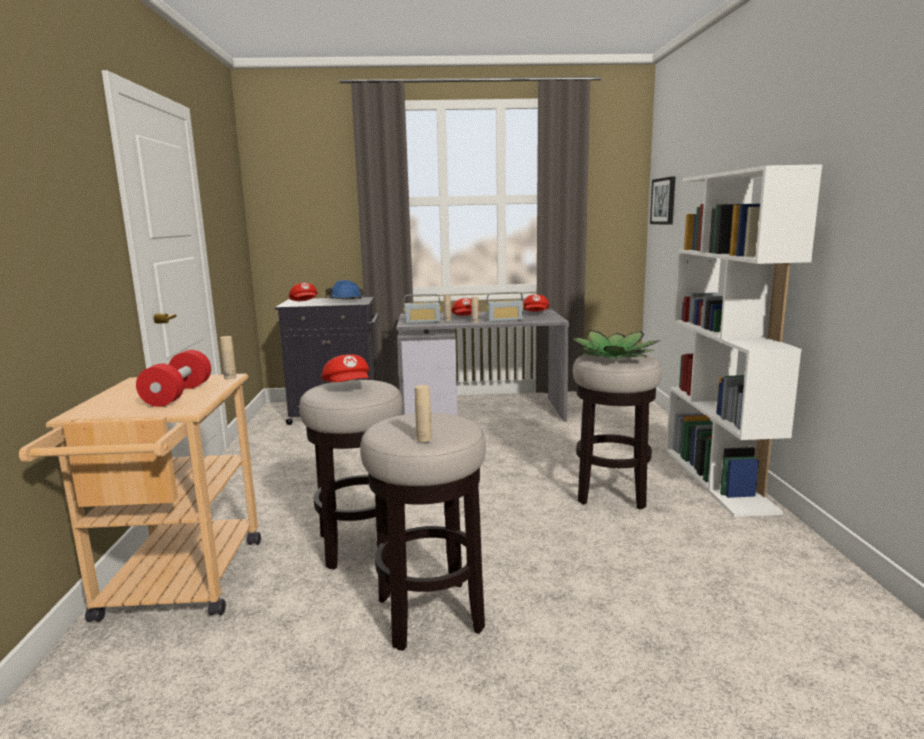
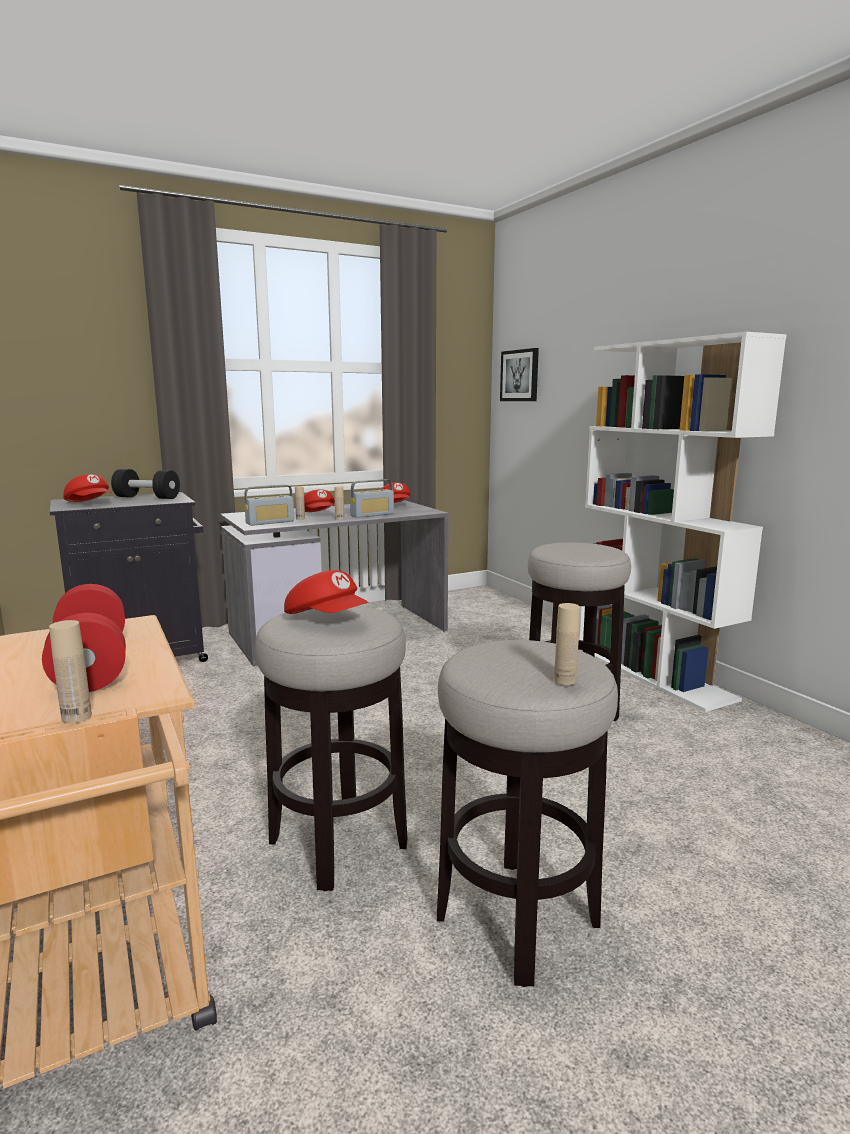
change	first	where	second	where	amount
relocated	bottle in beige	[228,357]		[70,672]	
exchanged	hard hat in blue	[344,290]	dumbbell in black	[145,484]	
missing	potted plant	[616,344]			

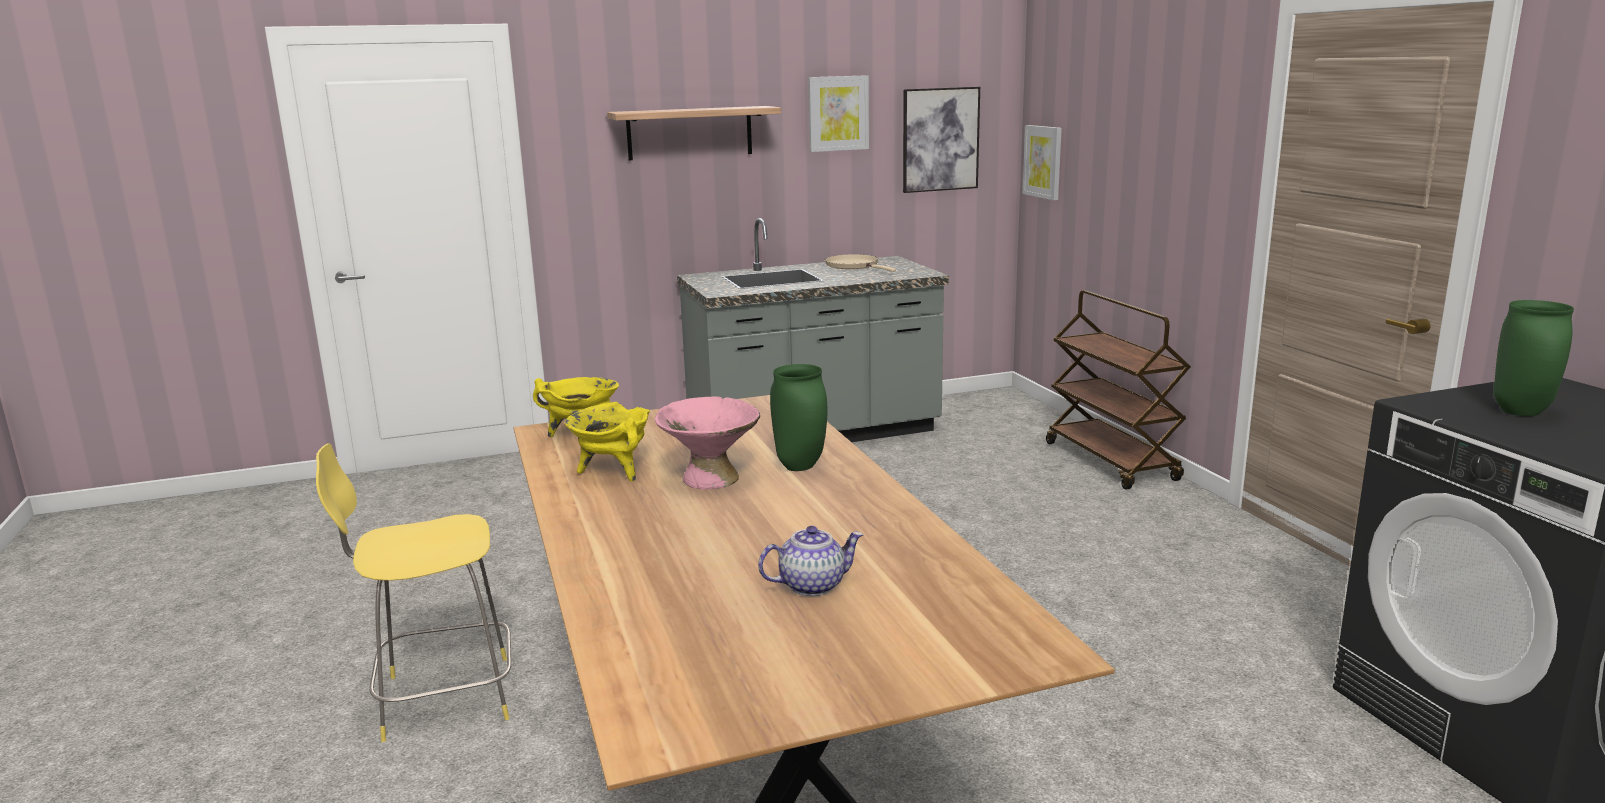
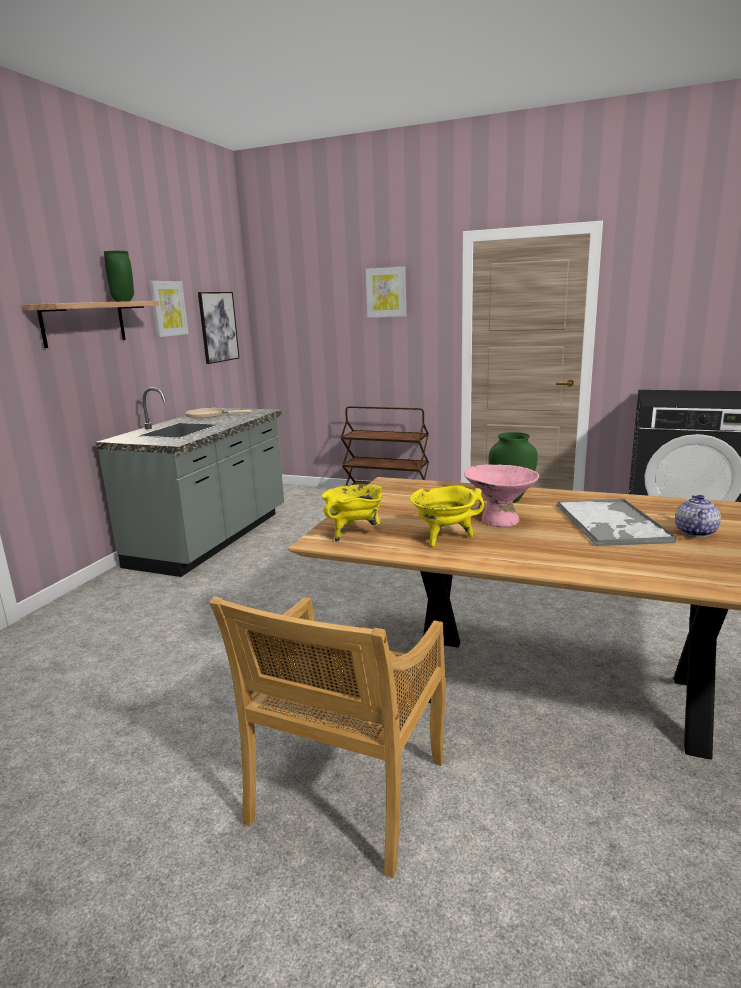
change	first	where	second	where	amount
relocated	vase in green	[1534,358]		[119,276]	
exchanged	stool in yellow	[413,592]	chair in beige	[327,737]	
relocated	picture	[1042,162]		[386,292]	
appeared			tray	[616,522]	

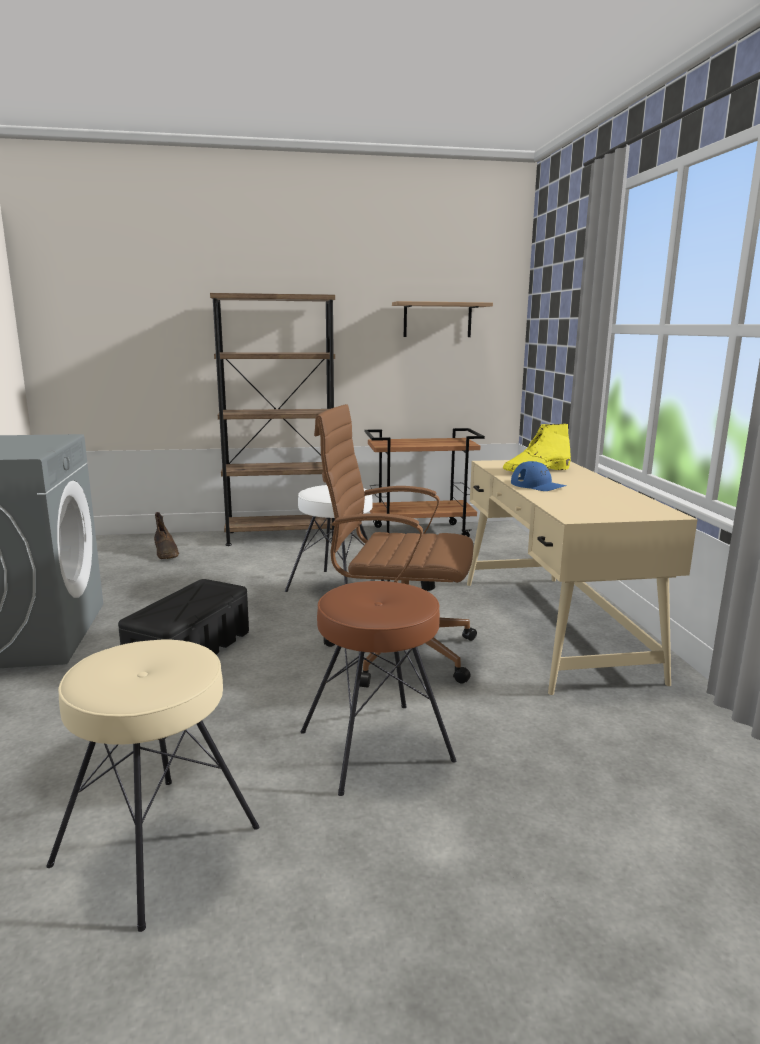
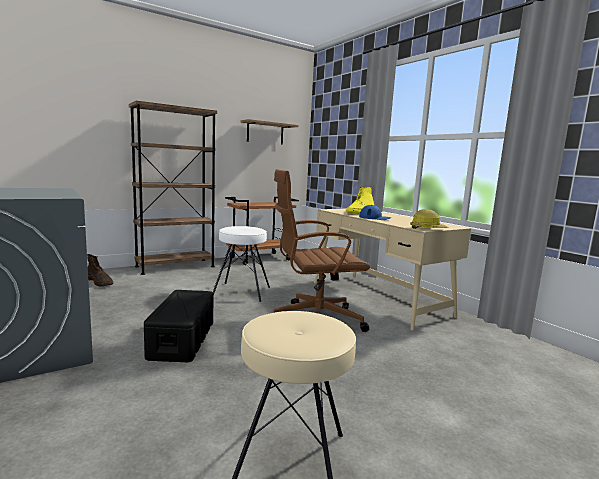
change	first	where	second	where	amount
appeared			hard hat	[429,219]	
missing	stool in brown	[378,688]			

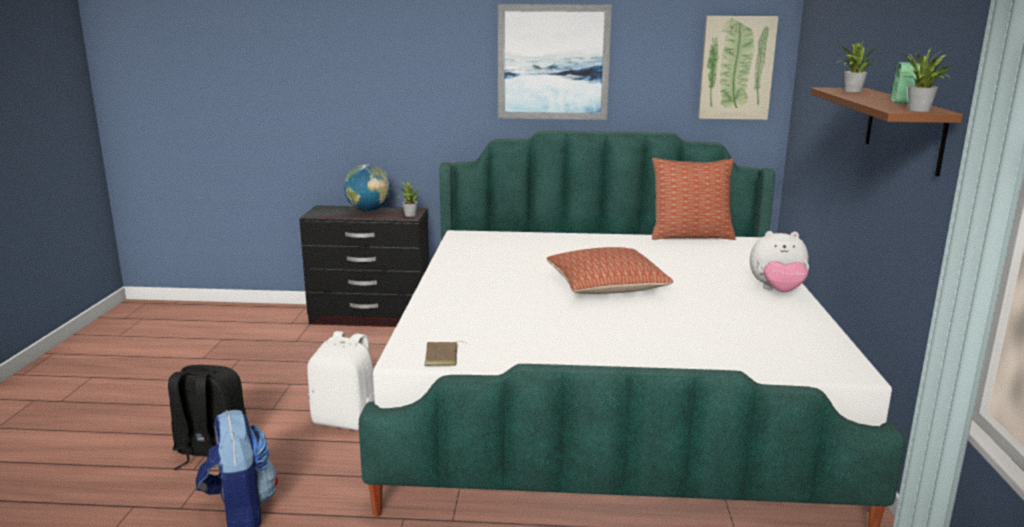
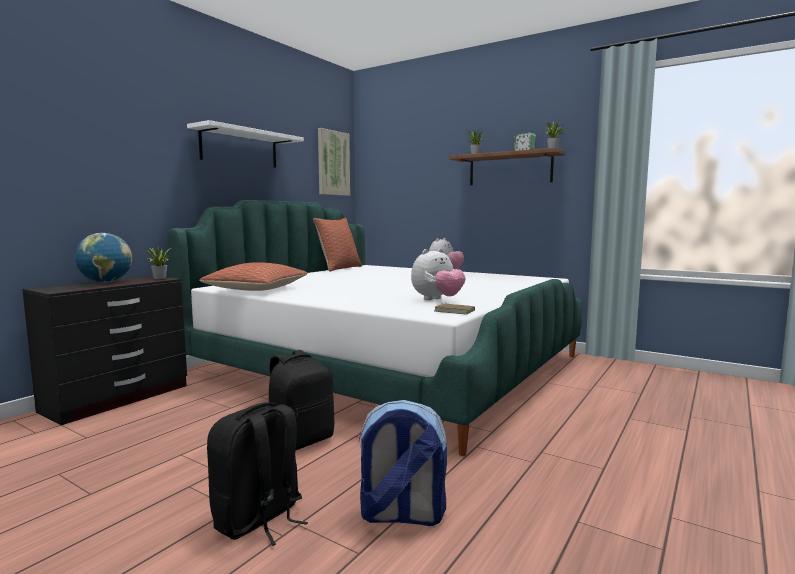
change	first	where	second	where	amount
exchanged	picture	[555,62]	shelf in white	[245,144]	
relocated	pillow	[610,270]		[253,276]	
colour	backpack in white	[340,380]	backpack in black	[301,400]	
appeared			plush toy	[438,274]	

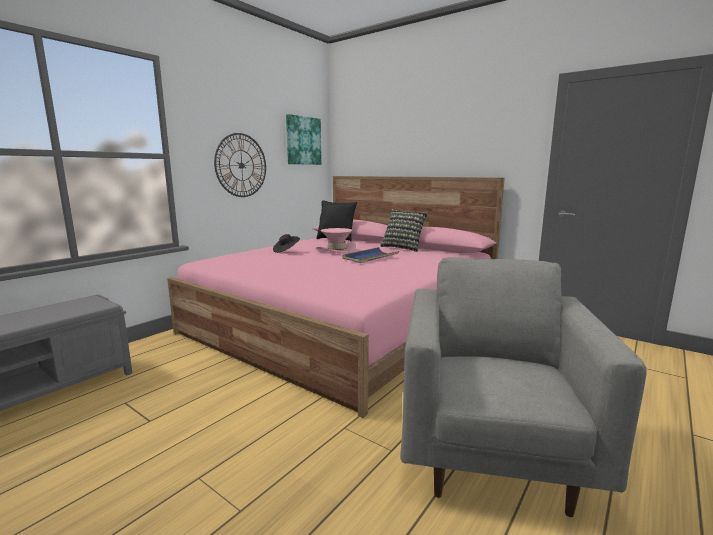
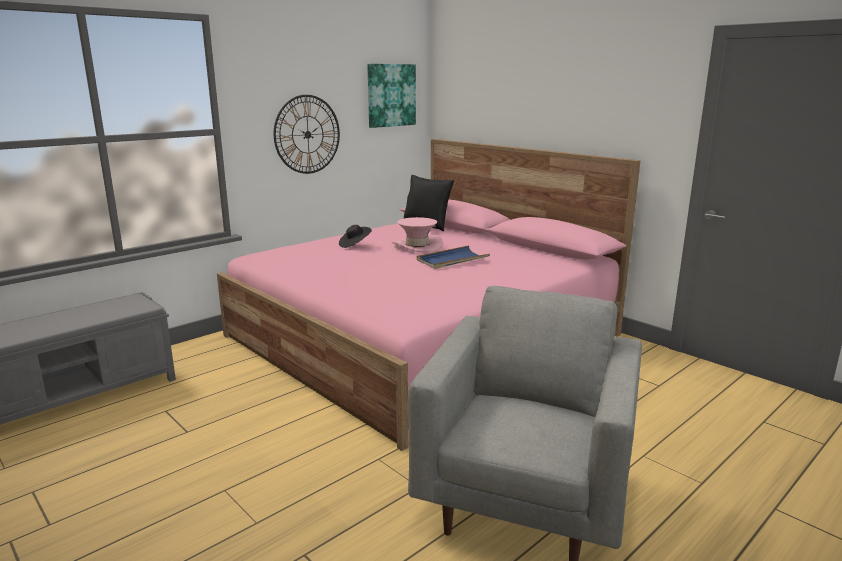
change	first	where	second	where	amount
missing	pillow	[404,230]			

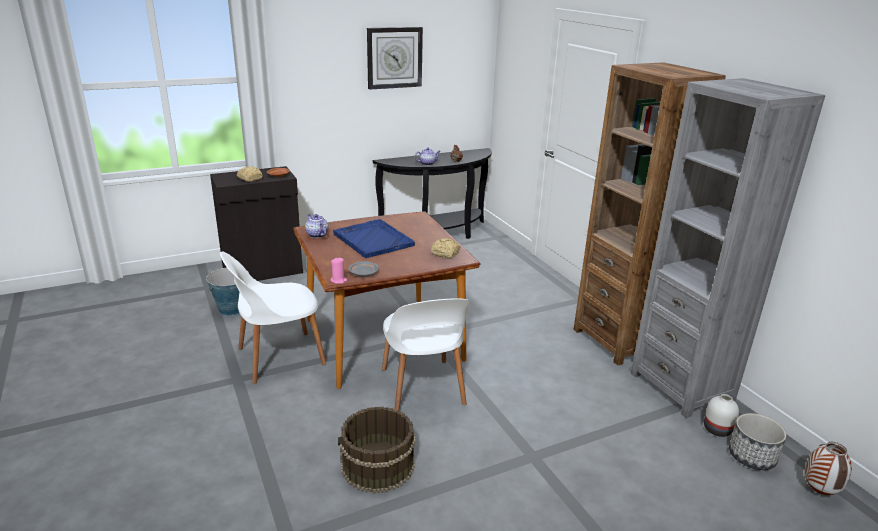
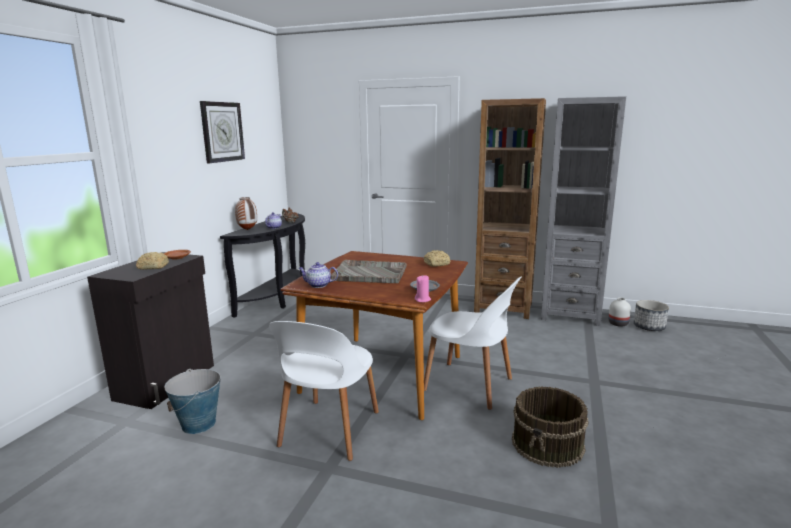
change	first	where	second	where	amount
relocated	vase	[828,468]		[246,213]	
colour	tray in blue	[374,238]	tray in grey	[369,271]	

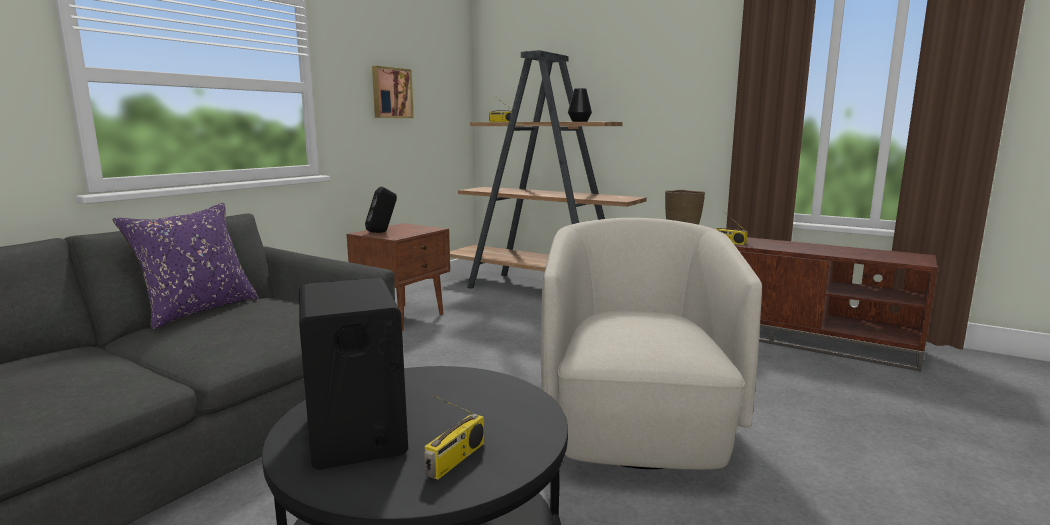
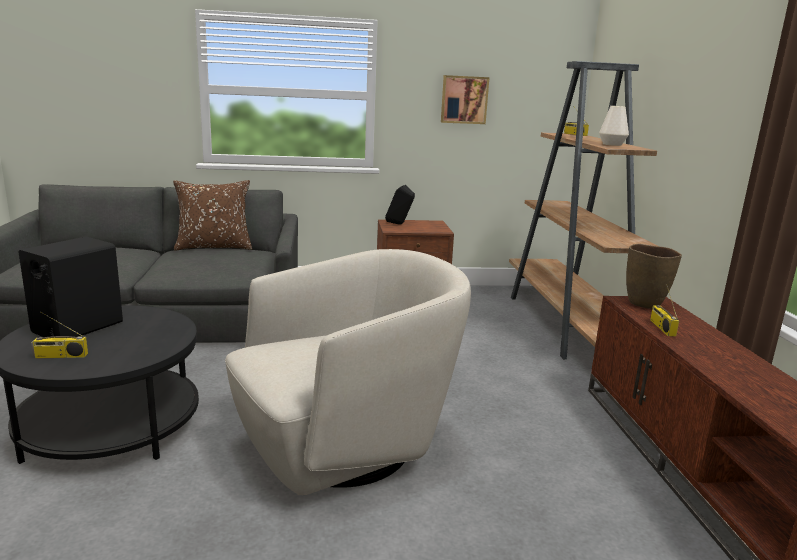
change	first	where	second	where	amount
colour	pillow in purple	[186,266]	pillow in brown	[212,215]	
colour	vase in black	[580,105]	vase in white	[614,126]	

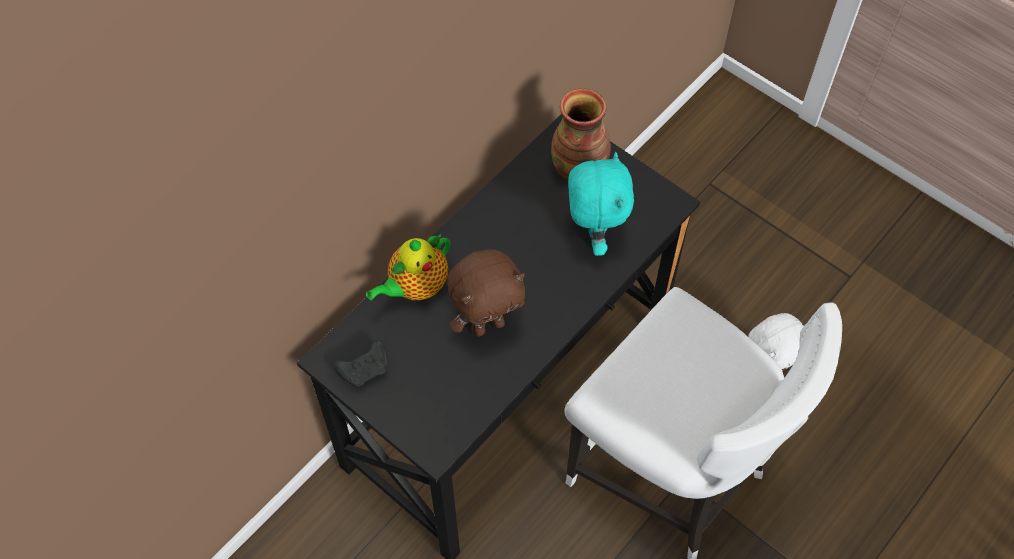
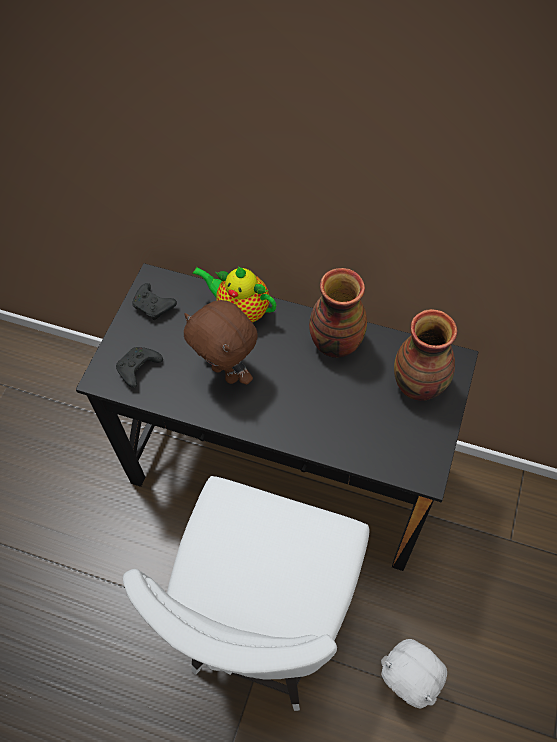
change	first	where	second	where	amount
appeared			game controller in black	[139,367]	
appeared			vase	[338,313]	
missing	plush toy in turquoise	[601,204]			

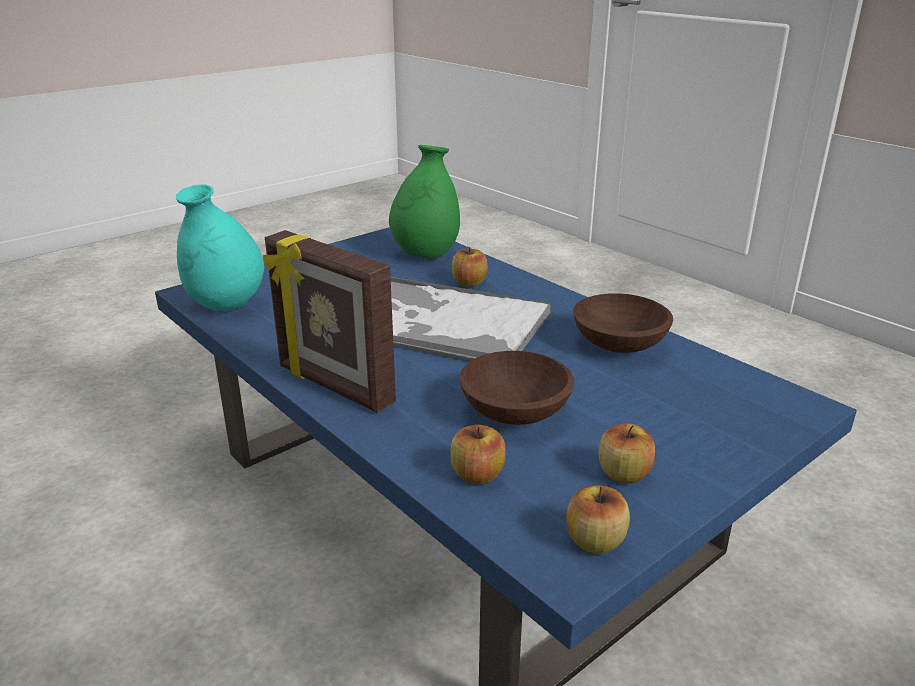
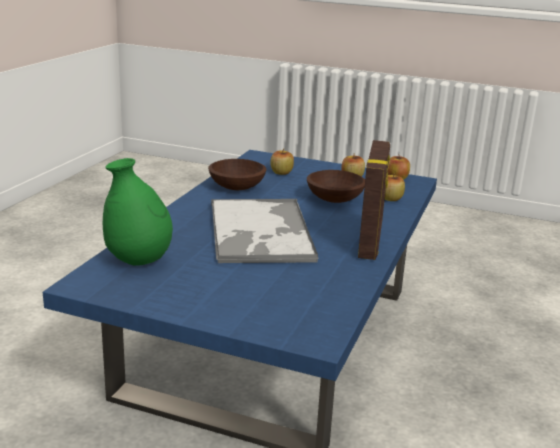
change	first	where	second	where	amount
relocated	apple	[470,266]		[282,162]	
missing	vase in turquoise	[220,247]			

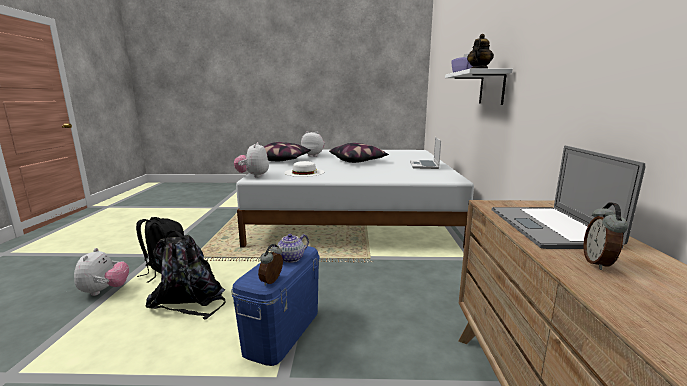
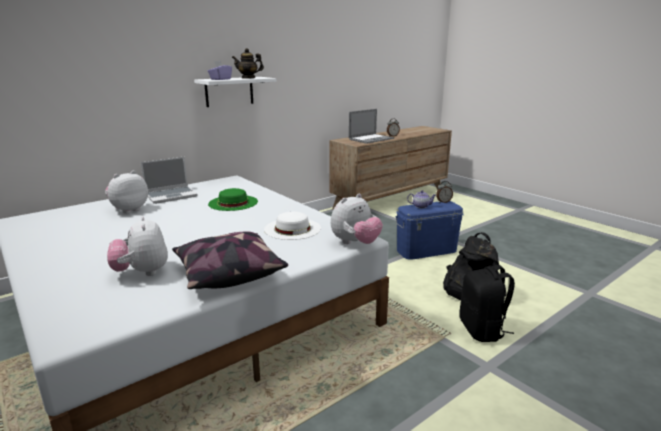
change	first	where	second	where	amount
relocated	plush toy	[101,272]		[126,192]	
appeared			hat in green	[233,199]	
missing	pillow	[359,153]			

